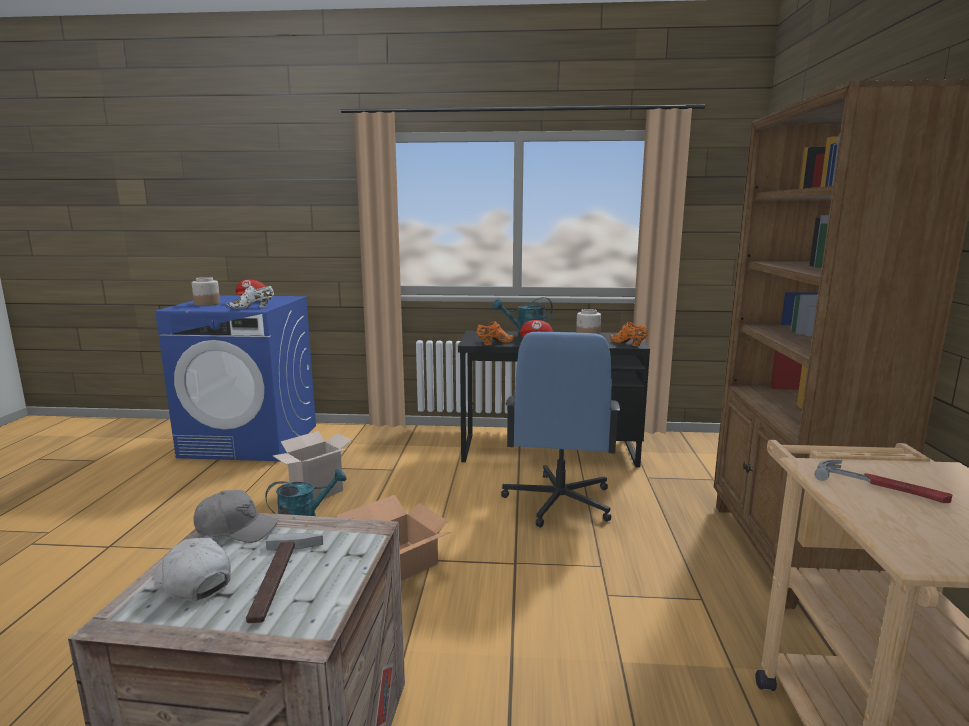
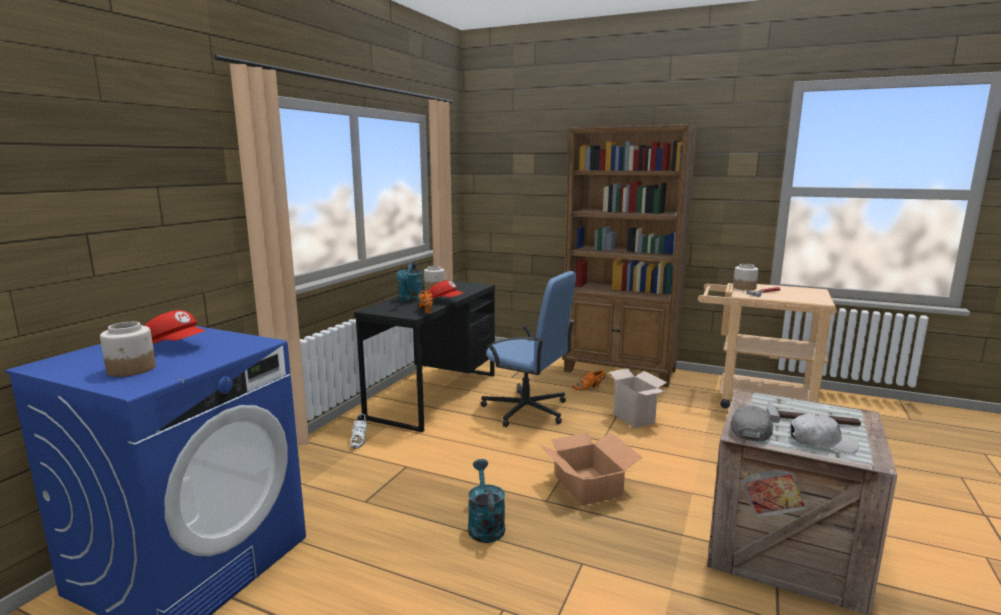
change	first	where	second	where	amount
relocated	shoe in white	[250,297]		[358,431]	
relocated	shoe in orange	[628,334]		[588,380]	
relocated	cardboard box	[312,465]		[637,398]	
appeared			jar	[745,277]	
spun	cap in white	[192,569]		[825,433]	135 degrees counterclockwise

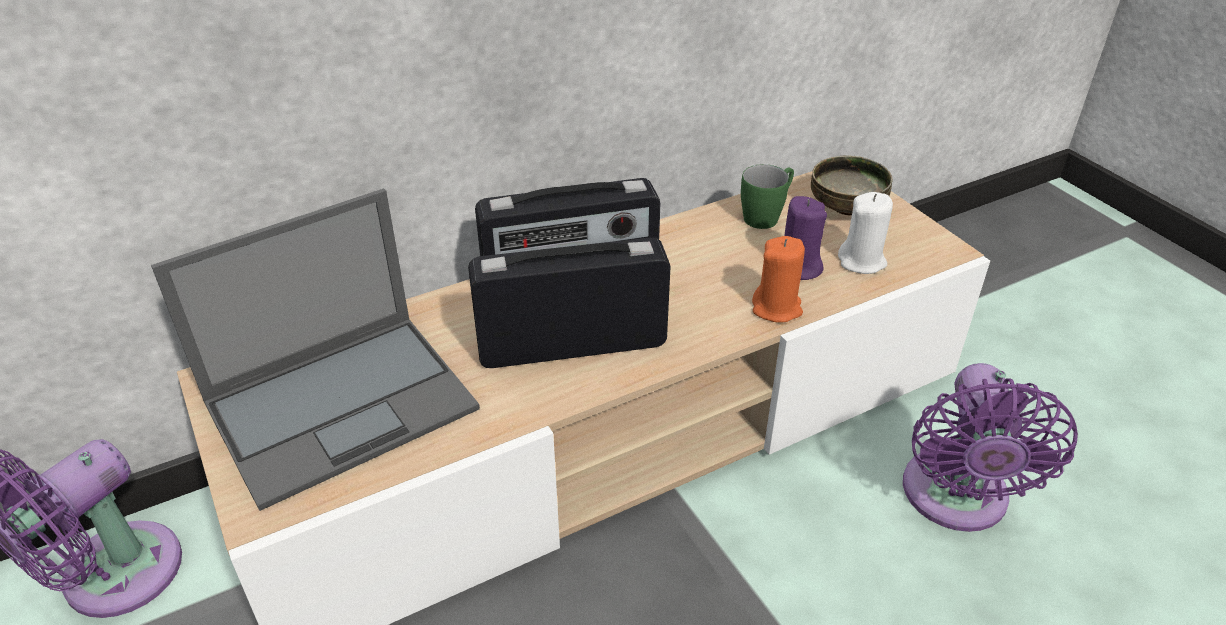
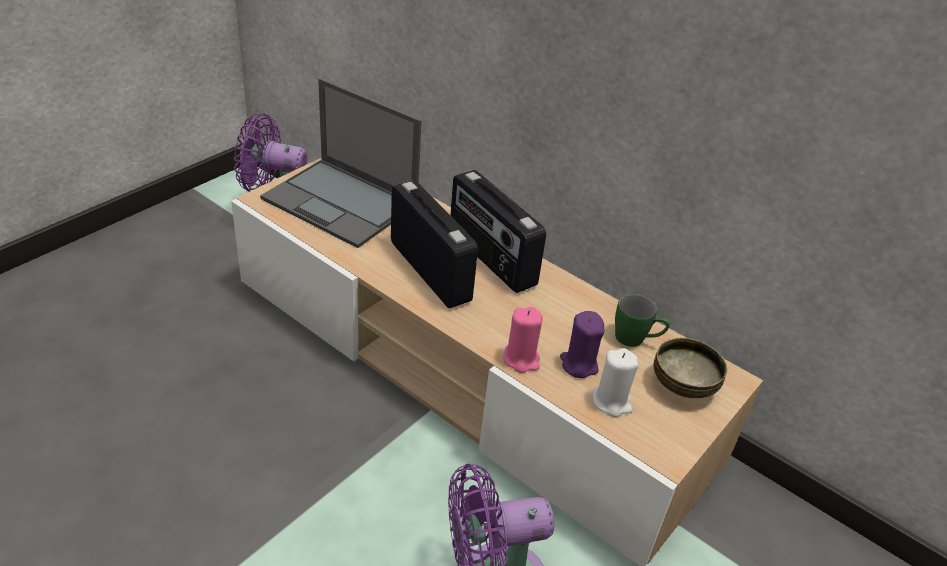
change	first	where	second	where	amount
colour	candle in orange	[778,279]	candle in pink	[523,340]	

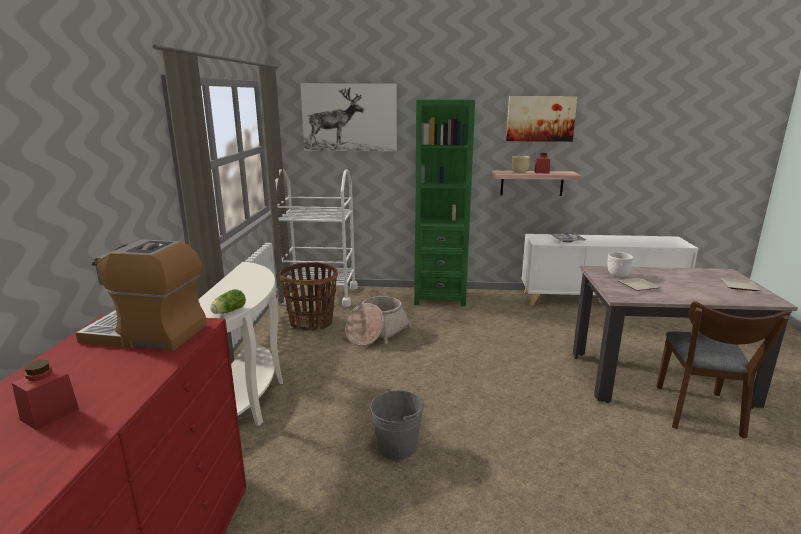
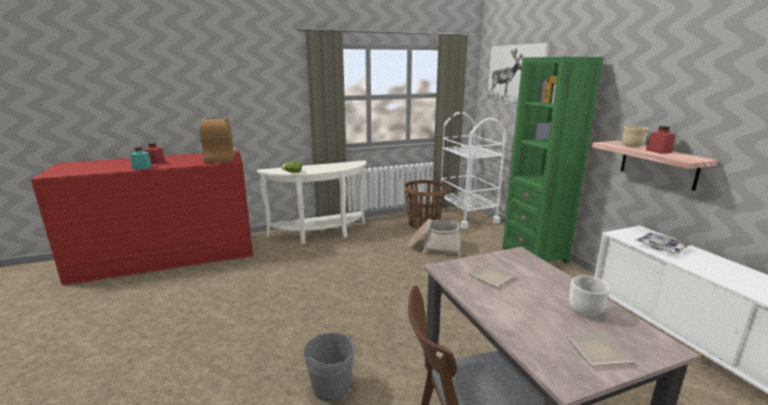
change	first	where	second	where	amount
appeared			jar in turquoise	[141,158]	
relocated	bucket in grey	[397,424]		[329,367]	
relocated	bowl in white	[620,264]		[589,296]	
missing	picture	[542,119]			

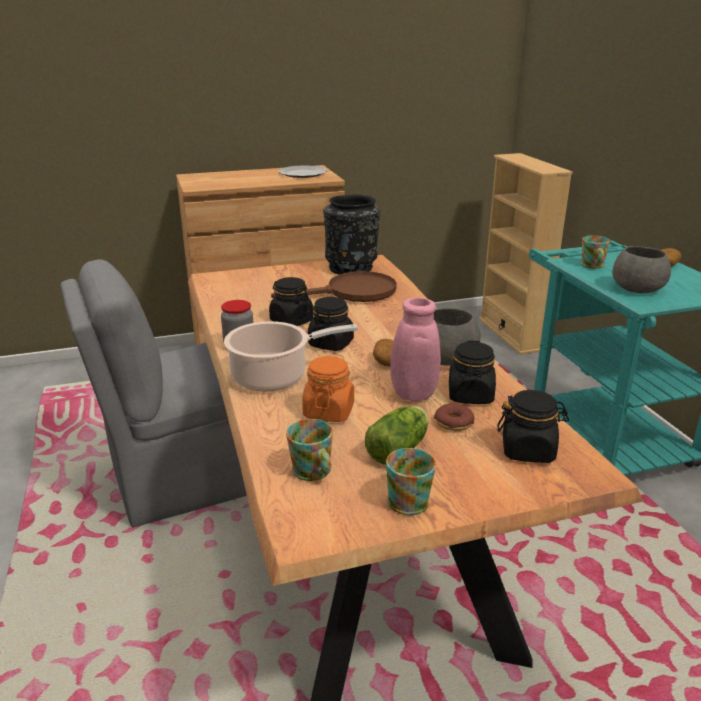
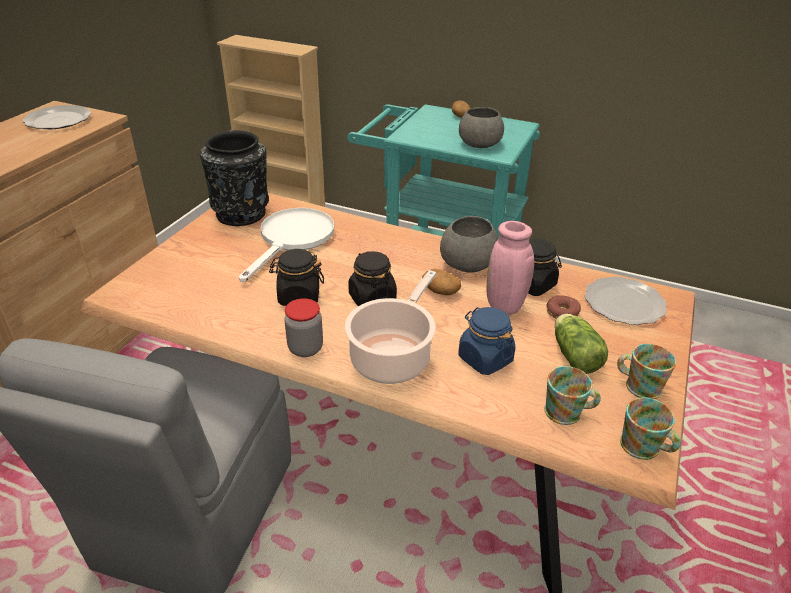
change	first	where	second	where	amount
colour	frying pan in brown	[334,286]	frying pan in white	[286,245]	
colour	jar in orange	[328,389]	jar in blue	[486,341]	
exchanged	jar in black	[533,426]	plate	[626,301]	
relocated	mug	[595,251]		[650,429]	

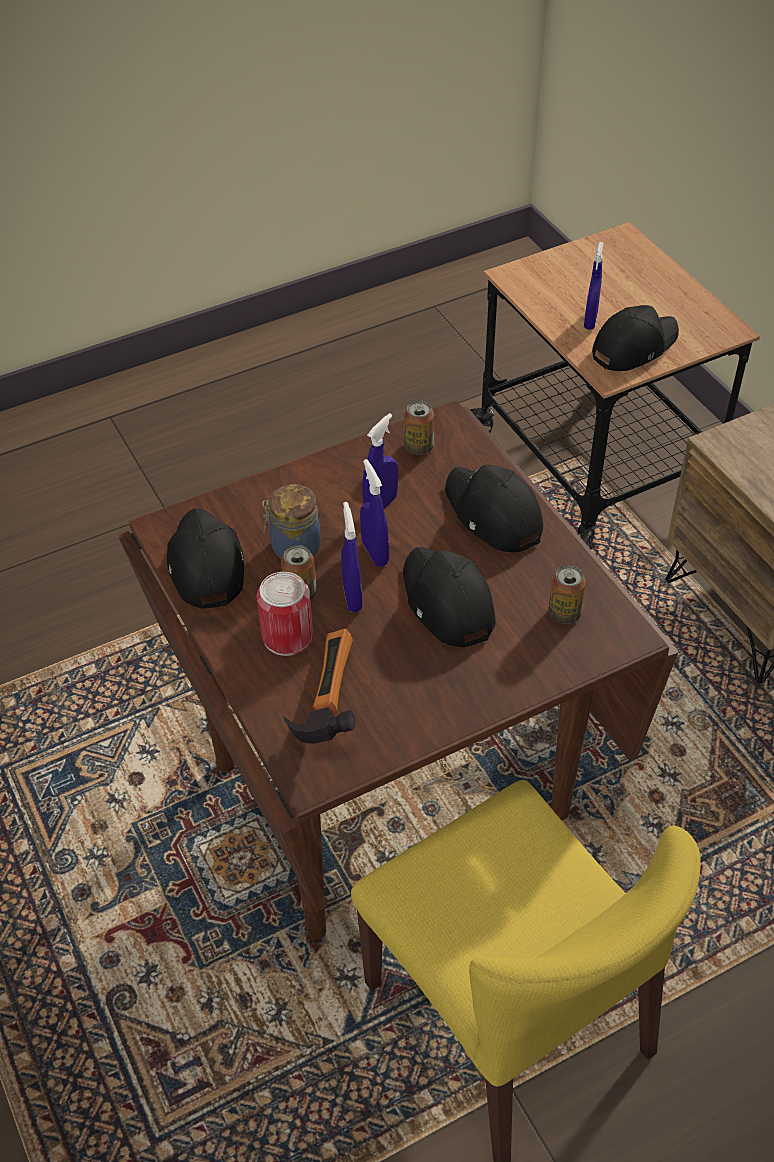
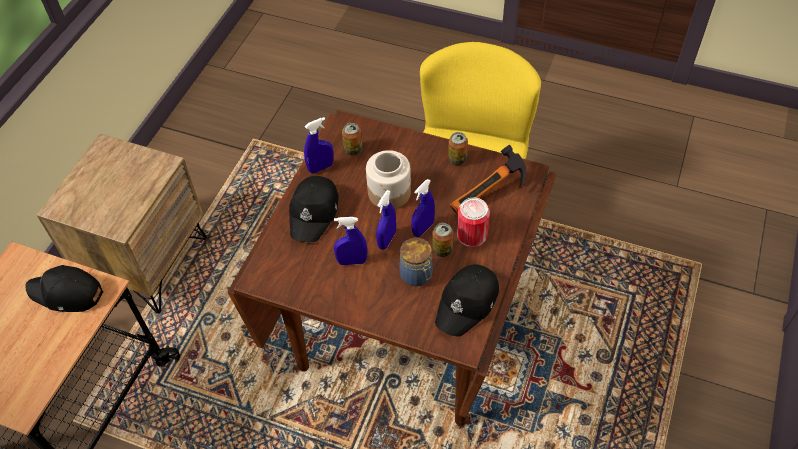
change	first	where	second	where	amount
relocated	spray bottle in blue	[593,286]		[318,145]	
exchanged	cap in black	[449,597]	jar	[388,179]	
relocated	can	[419,427]		[458,148]	

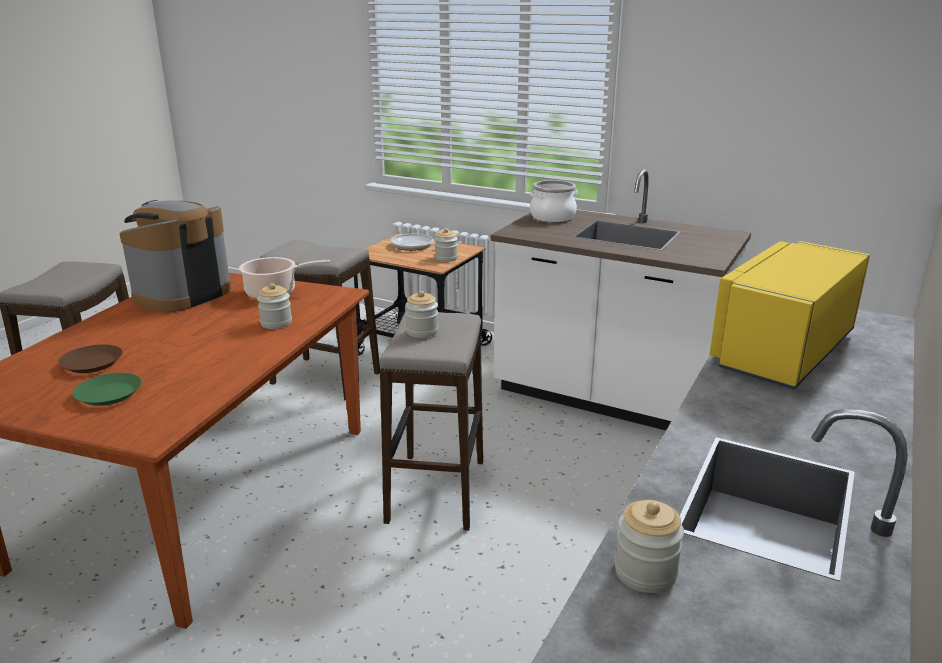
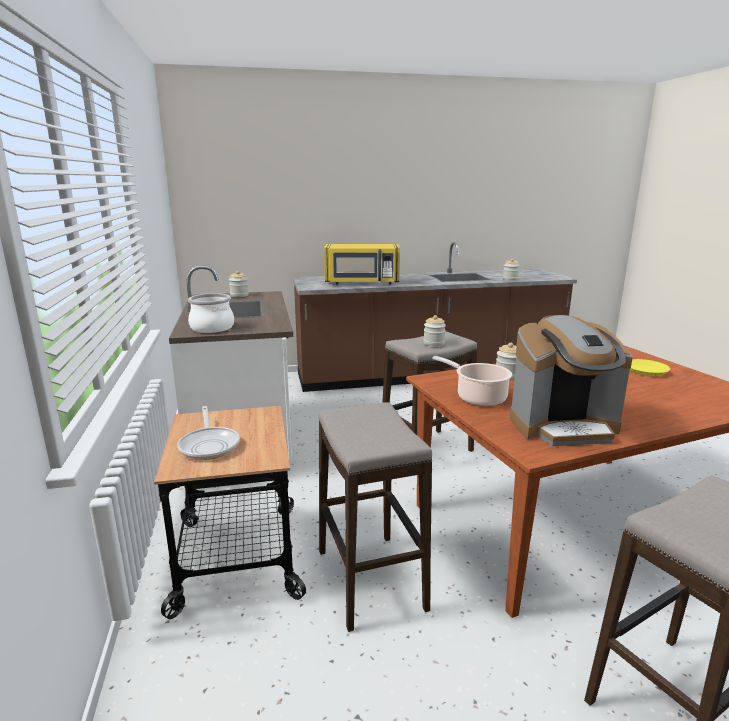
change	first	where	second	where	amount
relocated	jar	[446,245]		[239,284]	
colour	plate in green	[107,389]	plate in yellow	[650,367]	
missing	plate in brown	[90,358]			

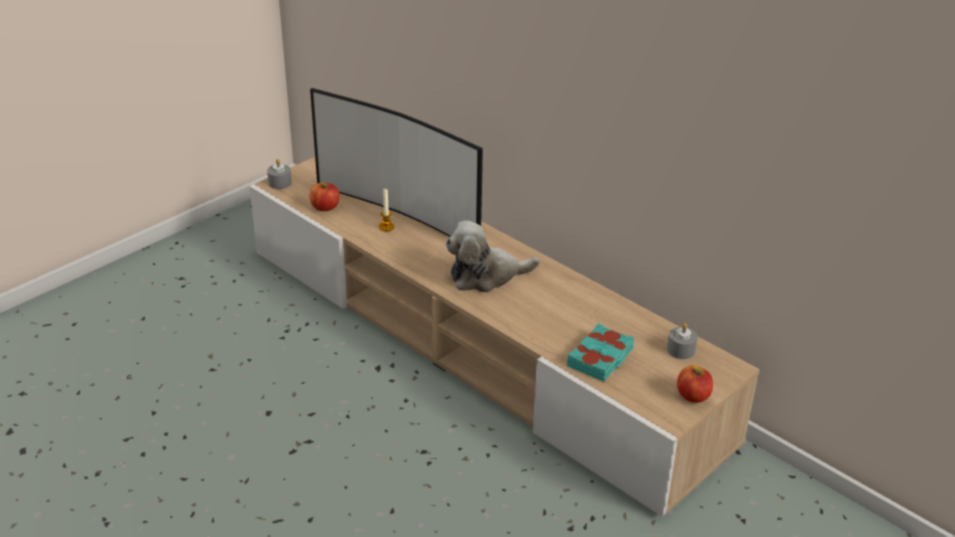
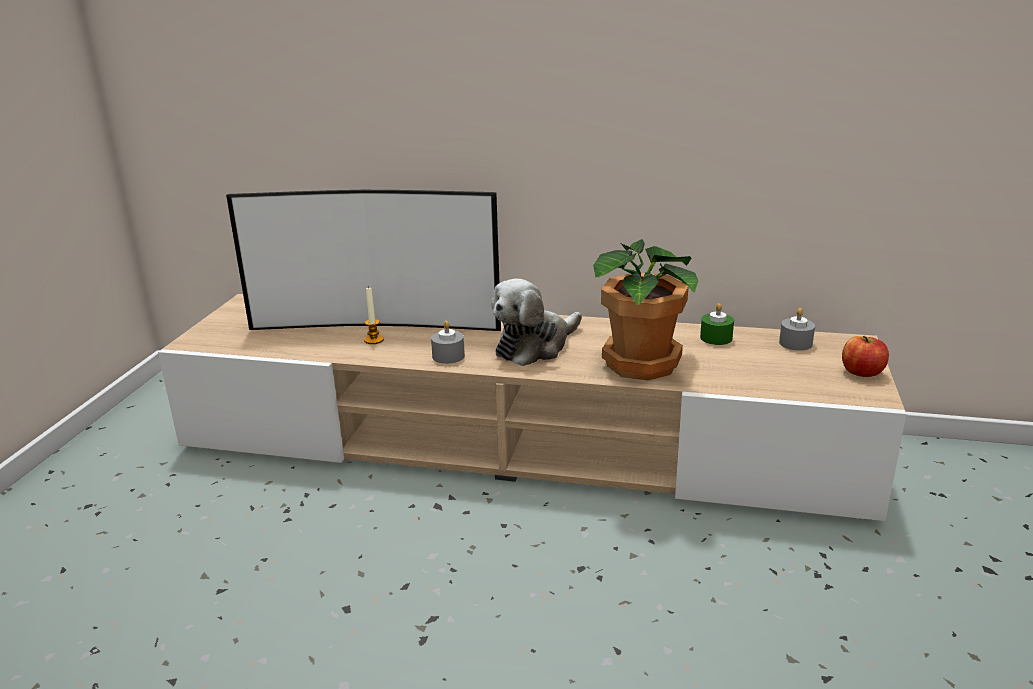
change	first	where	second	where	amount
relocated	candle in grey	[279,174]		[448,342]	
appeared			potted plant	[645,310]	
appeared			candle in green	[717,324]	
missing	apple	[325,197]			
missing	book in turquoise	[600,352]			

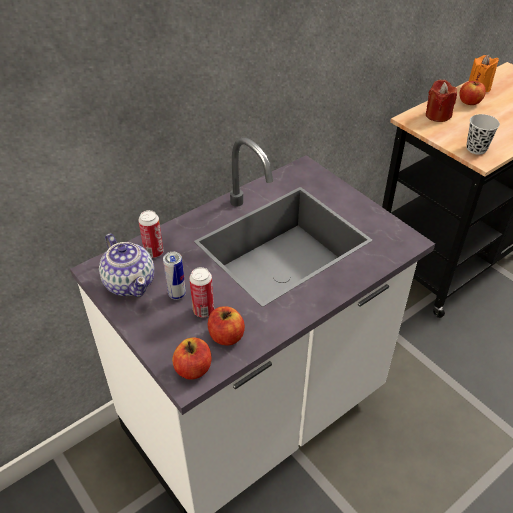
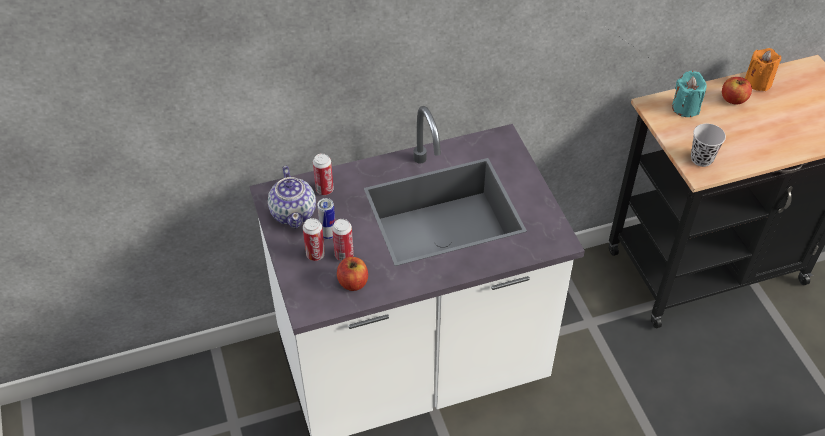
change	first	where	second	where	amount
appeared			can	[314,239]	
colour	candle in red	[441,101]	candle in turquoise	[689,94]	
missing	apple	[192,358]			

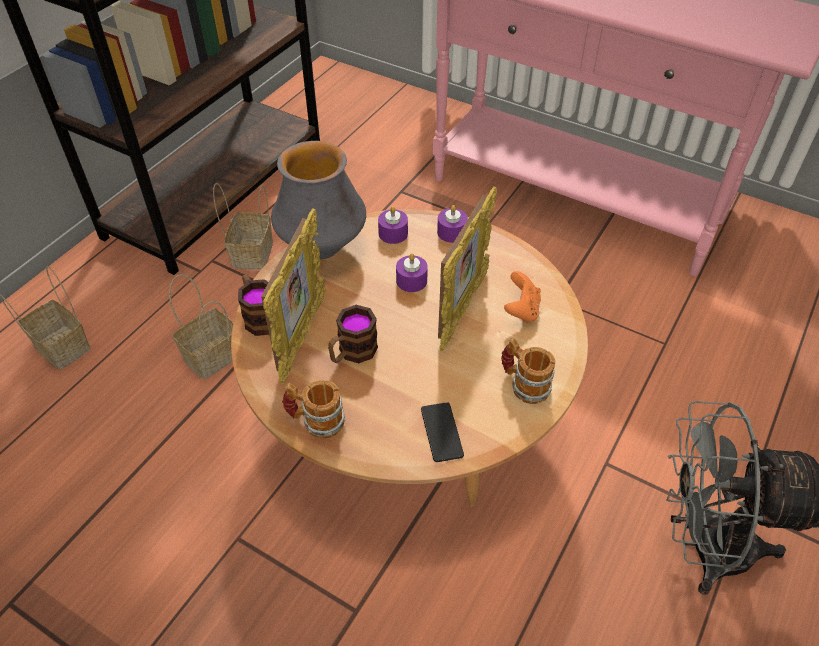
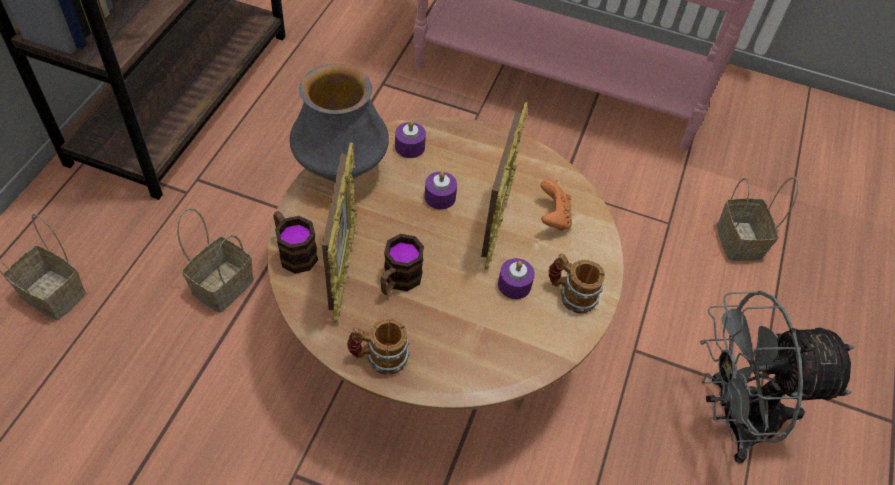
change	first	where	second	where	amount
relocated	candle in purple	[452,224]		[516,278]	
relocated	basket	[243,226]		[758,219]	
missing	phone	[442,432]			

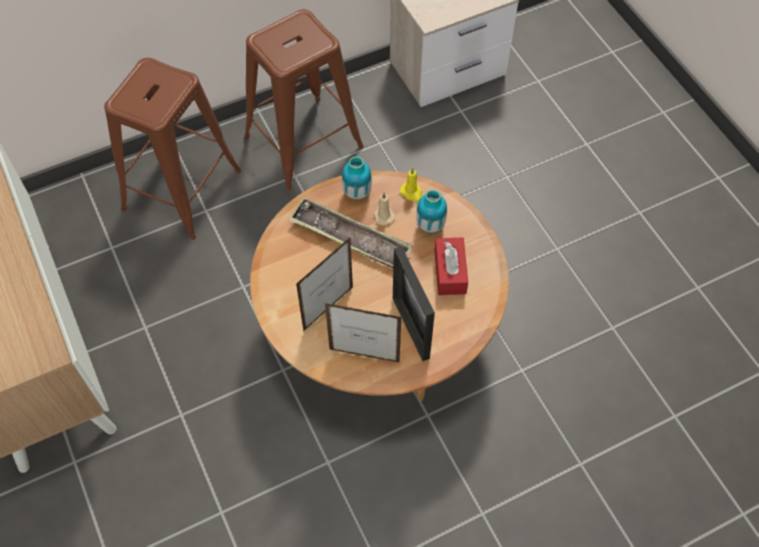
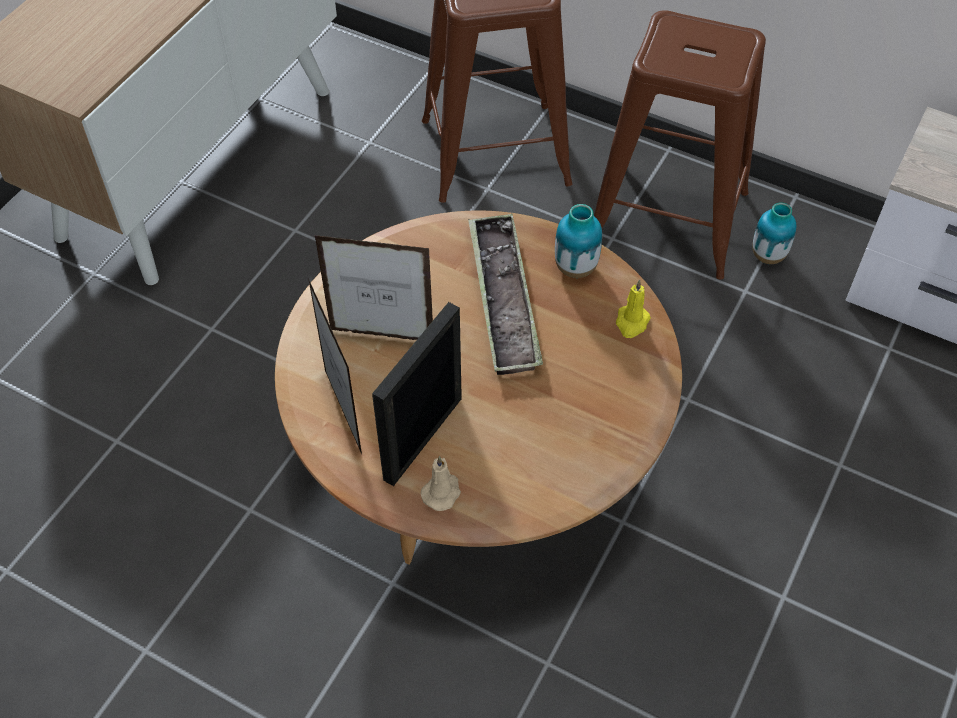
change	first	where	second	where	amount
relocated	candle in beige	[384,209]		[441,483]	
relocated	vase	[431,212]		[774,233]	
missing	tissue box in red	[451,266]			

